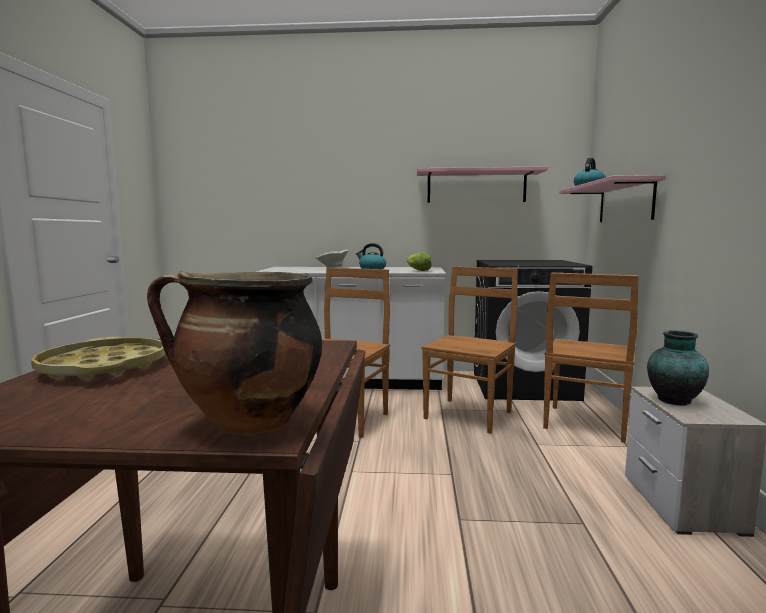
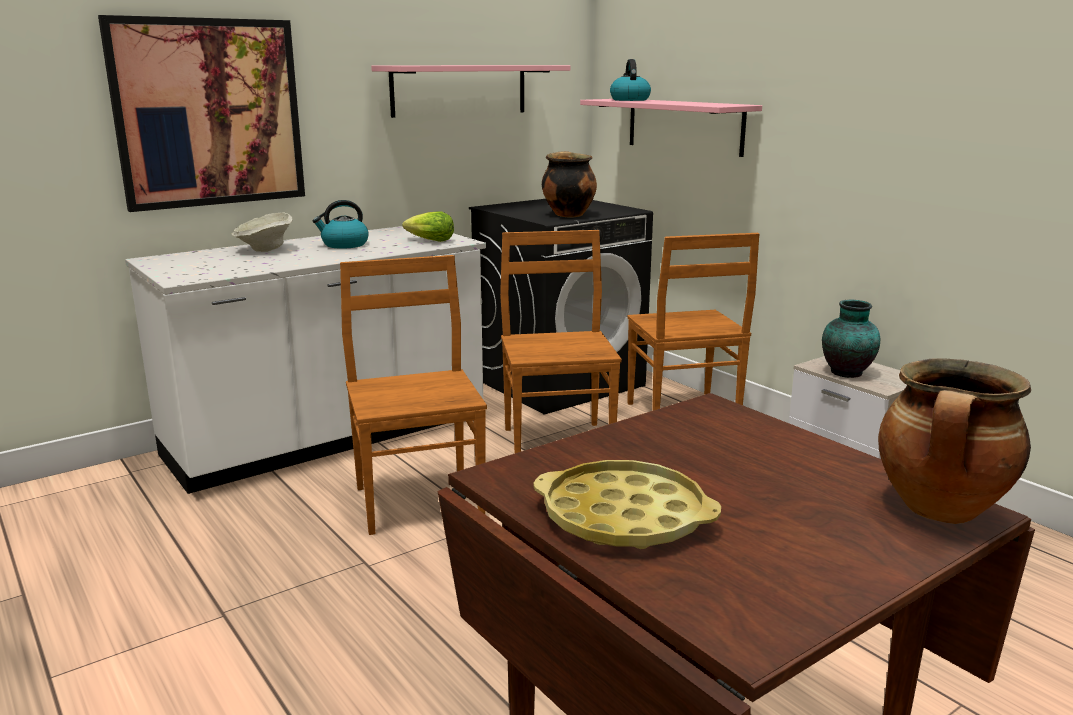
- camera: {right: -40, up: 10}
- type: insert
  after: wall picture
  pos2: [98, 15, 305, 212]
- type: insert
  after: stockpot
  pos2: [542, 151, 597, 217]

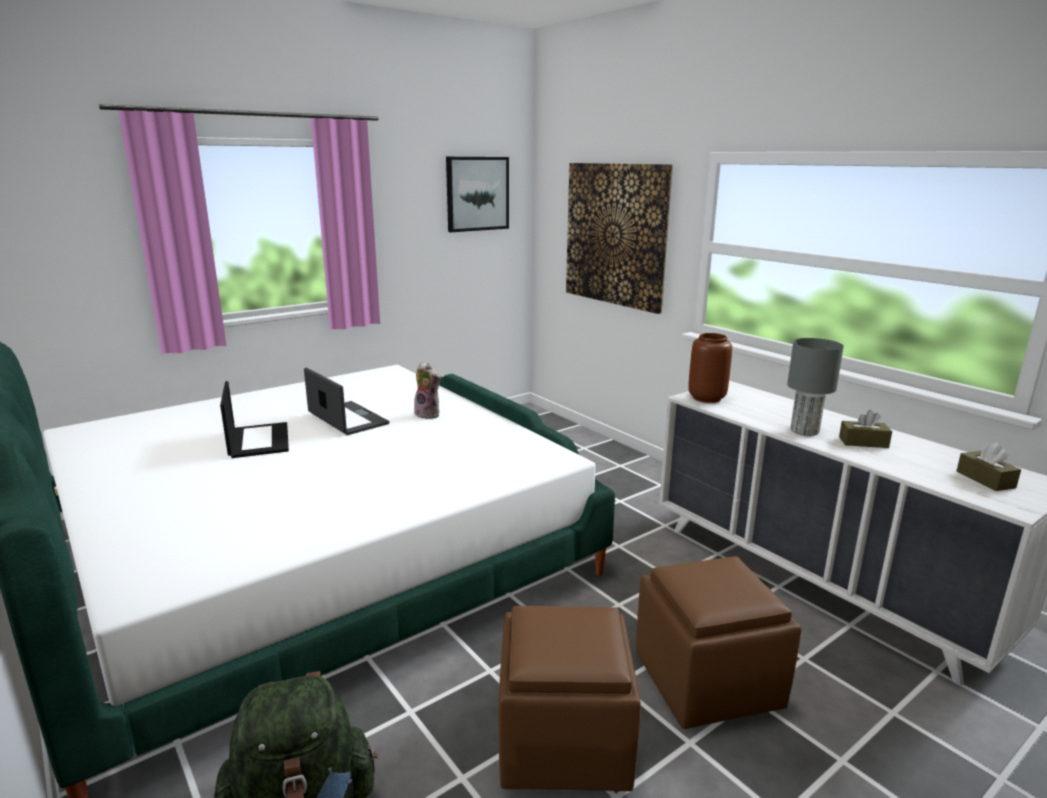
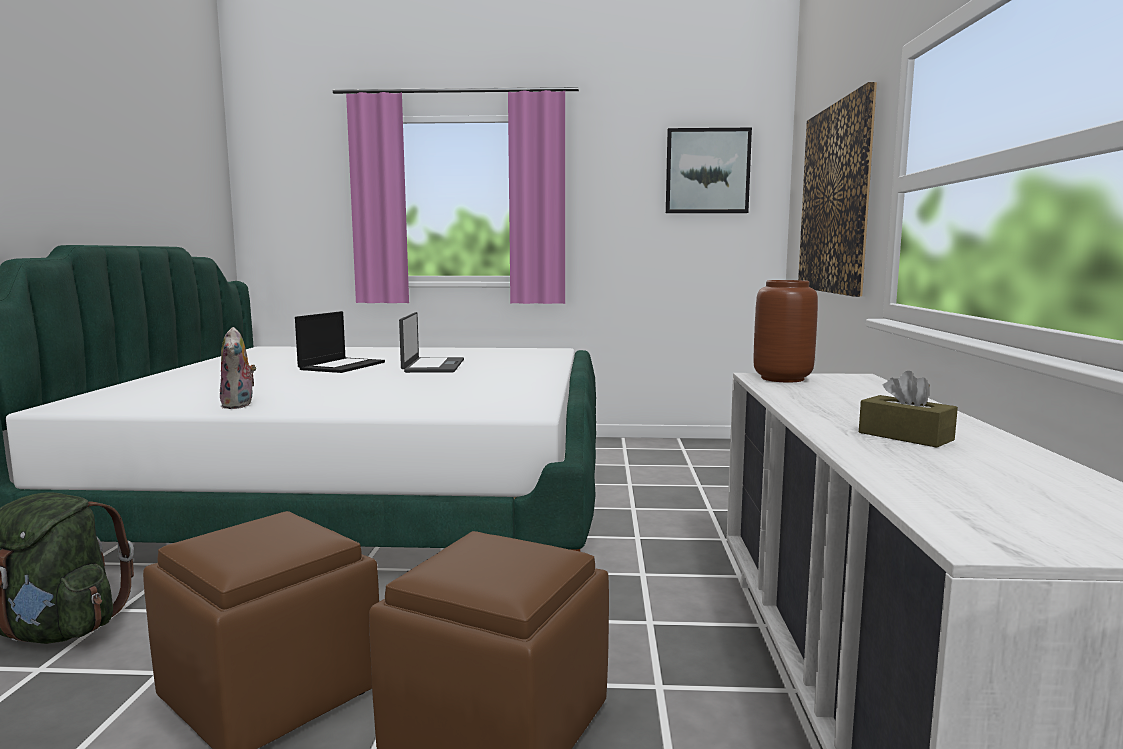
- camera: {right: 40, up: -10}
- type: delete
  before: tabletop lamp (gray)
  pos1: [787, 338, 844, 436]
- type: move
  before: plush toy
  pos1: [413, 362, 442, 419]
  pos2: [220, 327, 256, 409]
- type: delete
  before: tissue holder (brownish)
  pos1: [957, 442, 1021, 491]

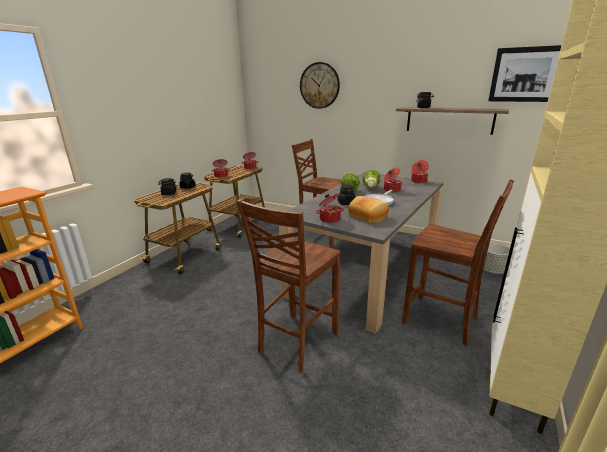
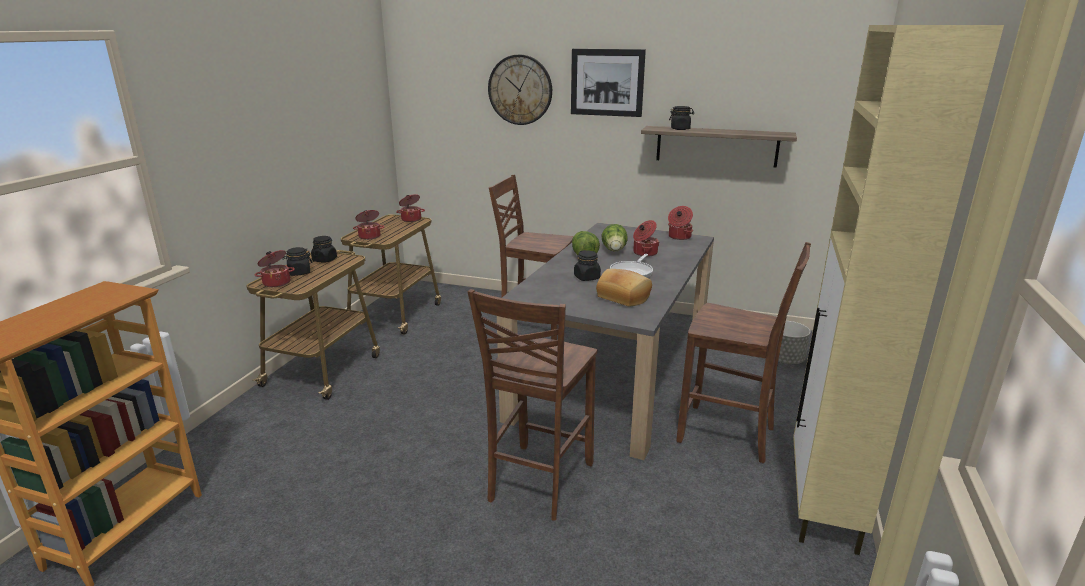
- camera: {right: -10, up: 0}
- type: move
  before: wall picture
  pos1: [488, 45, 561, 102]
  pos2: [571, 49, 646, 117]
- type: move
  before: stockpot
  pos1: [316, 193, 344, 223]
  pos2: [255, 250, 295, 287]

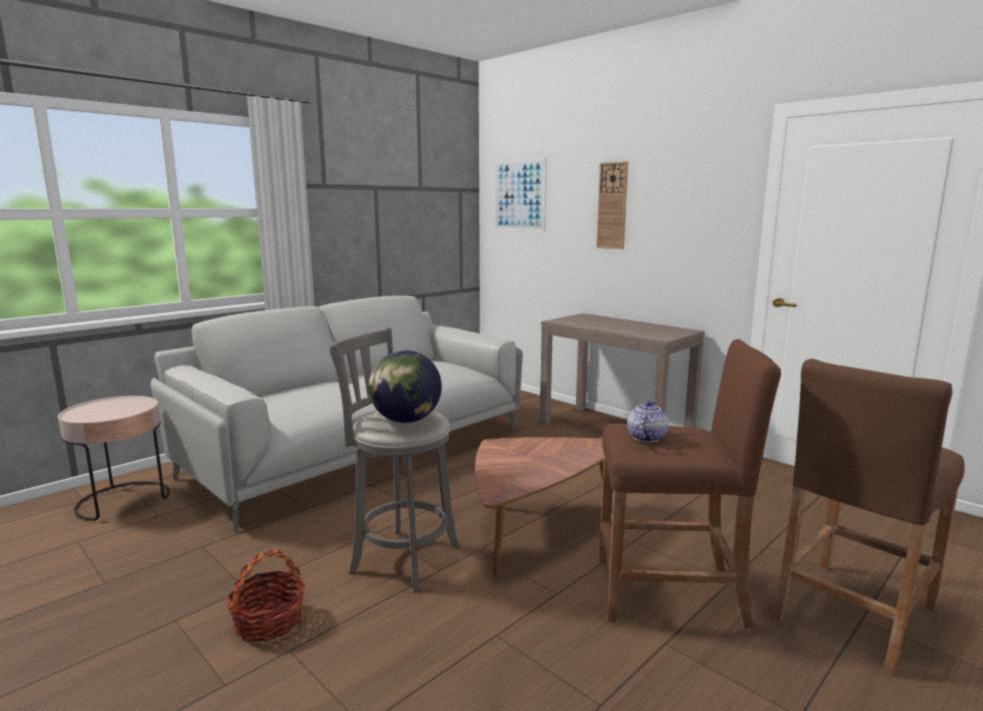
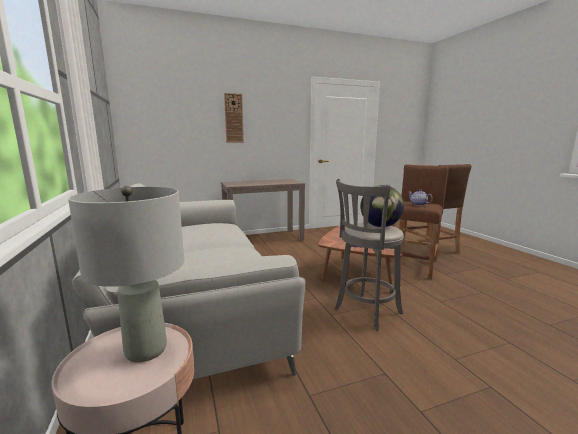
- camera: {right: -65, up: 0}
- type: delete
  before: wall picture
  pos1: [494, 158, 547, 231]
- type: delete
  before: storage basket
  pos1: [226, 549, 305, 641]
- type: insert
  after: tabletop lamp (gray)
  pos2: [68, 186, 184, 363]

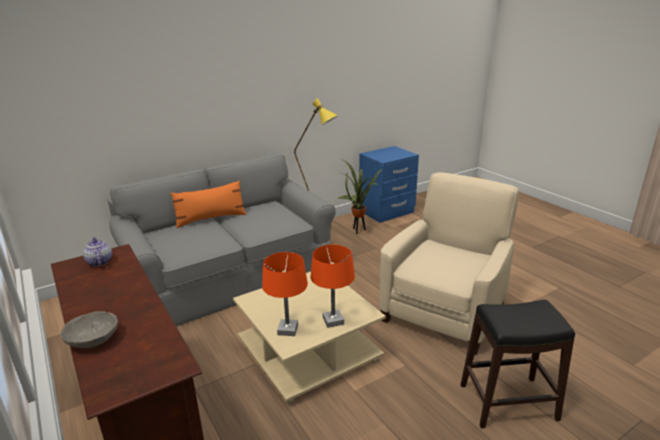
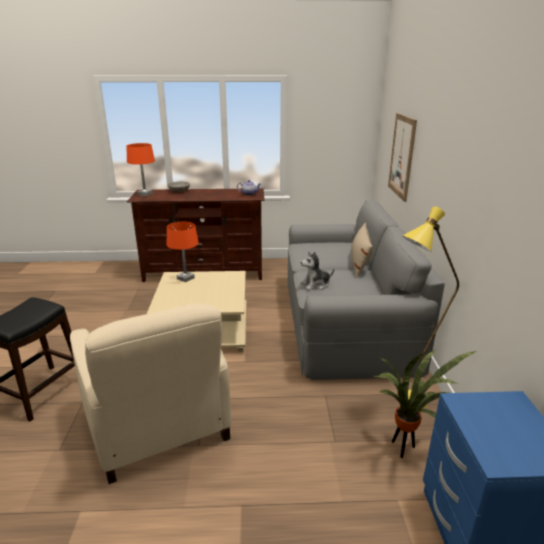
- camera: {right: 120, up: 0}
- type: recolor
  before: cushion (orange)
  after: cushion (beige-coloured)
  pos1: [170, 181, 247, 228]
  pos2: [351, 223, 373, 278]
- type: move
  before: tabletop lamp (orange)
  pos1: [311, 245, 355, 328]
  pos2: [127, 143, 155, 196]
- type: insert
  after: wall picture
  pos2: [388, 113, 417, 202]
- type: insert
  after: plush toy
  pos2: [301, 251, 334, 290]

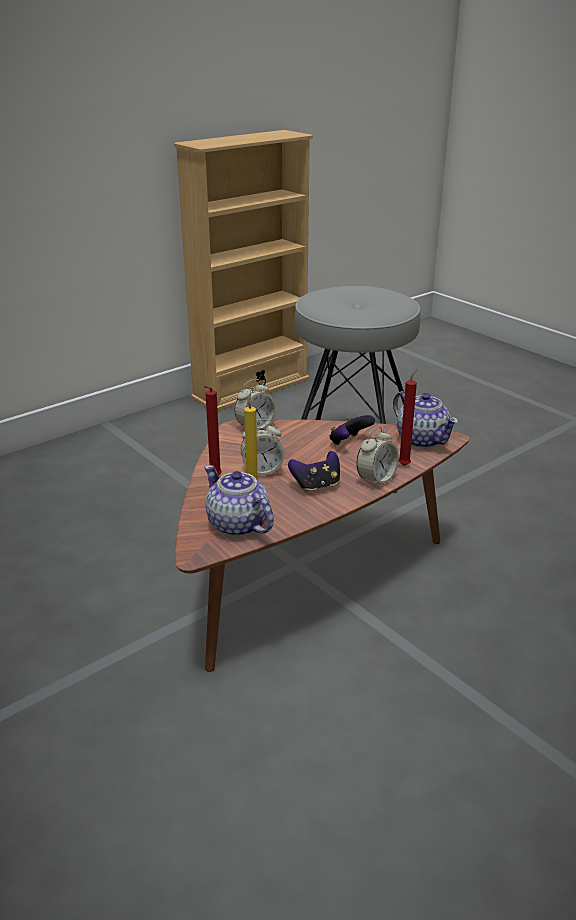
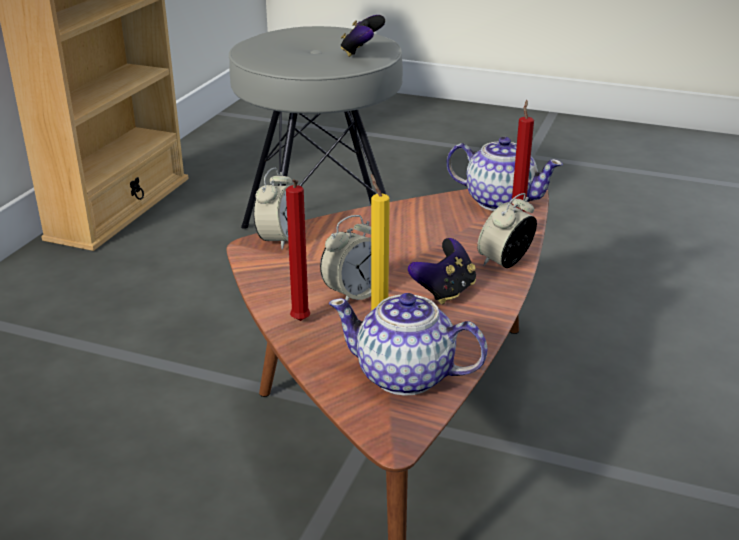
- camera: {right: -30, up: 0}
- type: move
  before: gamepad
  pos1: [330, 415, 375, 445]
  pos2: [341, 15, 385, 57]
- type: rotate
  before: bedside clock
  pos1: [356, 427, 399, 488]
  pos2: [477, 193, 537, 268]
  turn: -150

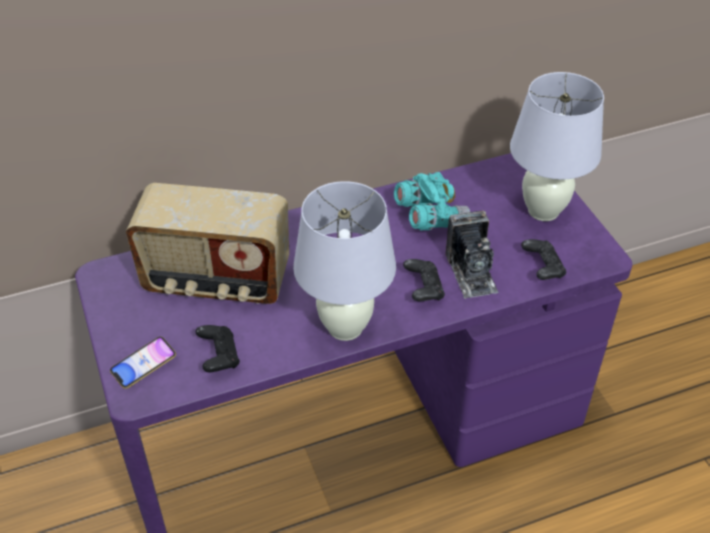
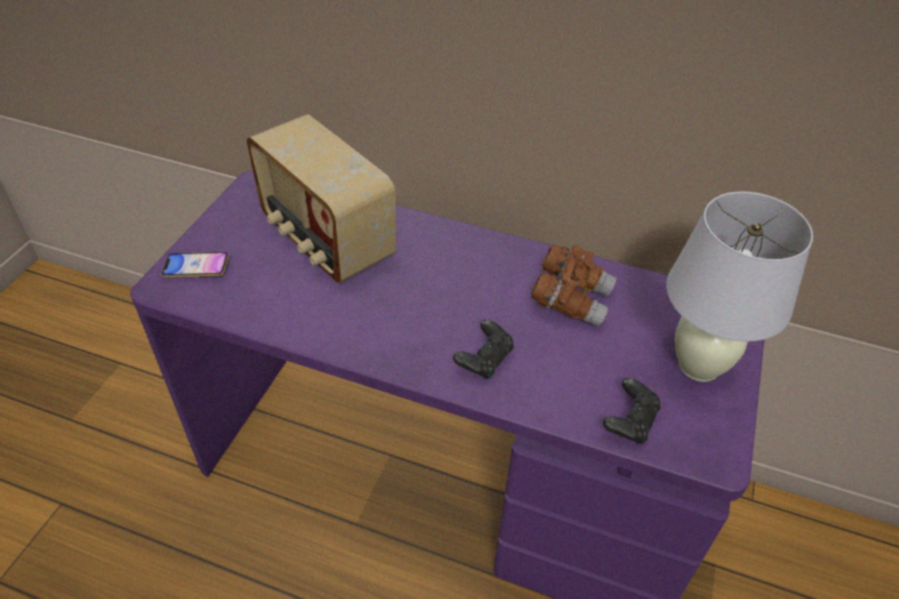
- camera: {right: 40, up: 0}
- type: recolor
  before: field glasses (blue-green)
  after: field glasses (brownish)
  pos1: [394, 172, 470, 230]
  pos2: [531, 244, 617, 327]
- type: delete
  before: tabletop lamp (white)
  pos1: [293, 181, 396, 341]
- type: delete
  before: still camera
  pos1: [445, 210, 499, 299]
- type: delete
  before: gamepad (blackish)
  pos1: [196, 325, 240, 372]

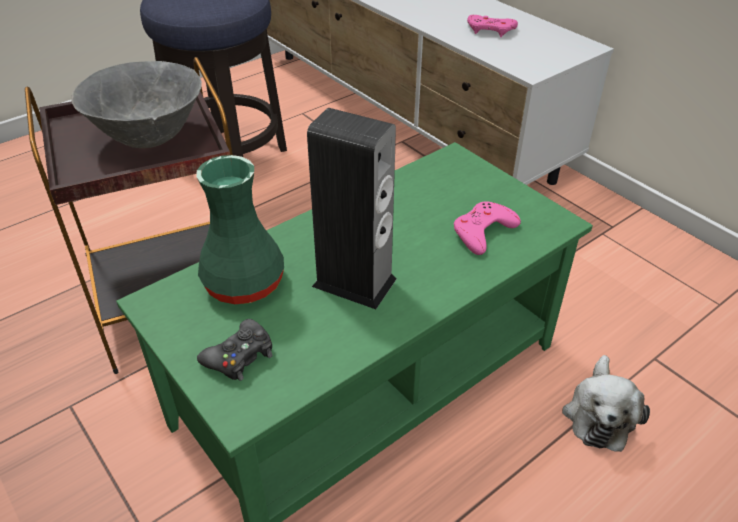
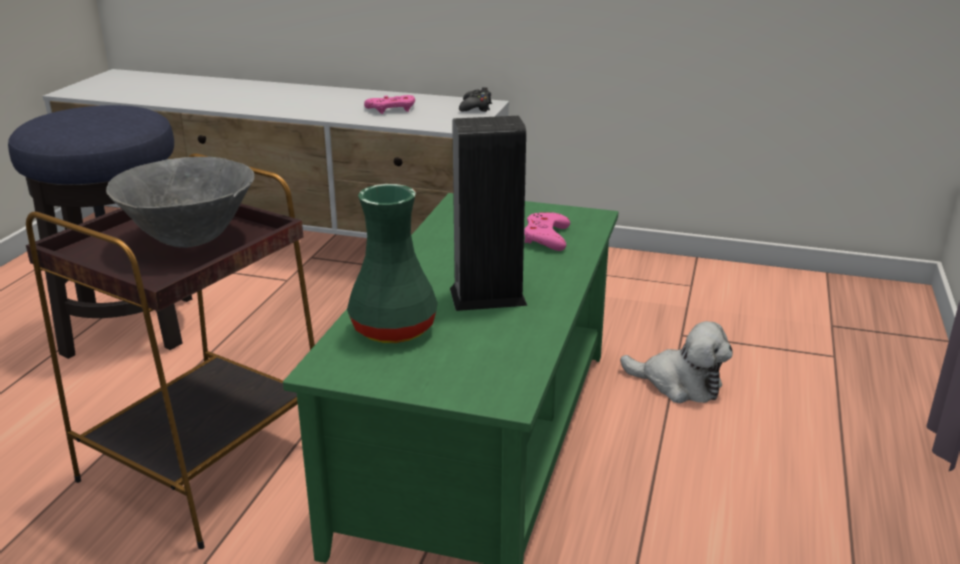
- camera: {right: -35, up: -15}
- type: move
  before: gamepad (blackish)
  pos1: [197, 319, 273, 381]
  pos2: [459, 87, 492, 112]
- type: rotate
  before: plush toy
  pos1: [562, 355, 650, 452]
  pos2: [620, 321, 733, 403]
  turn: -45

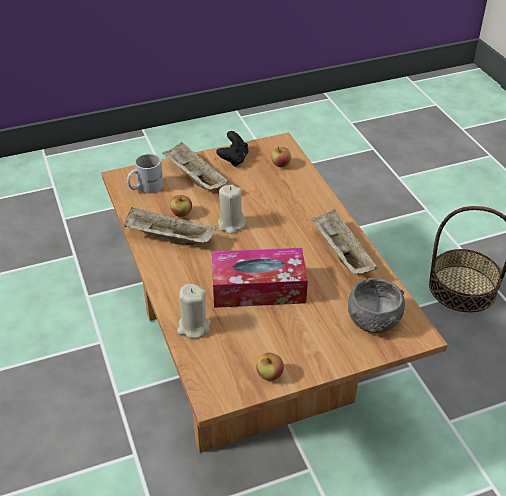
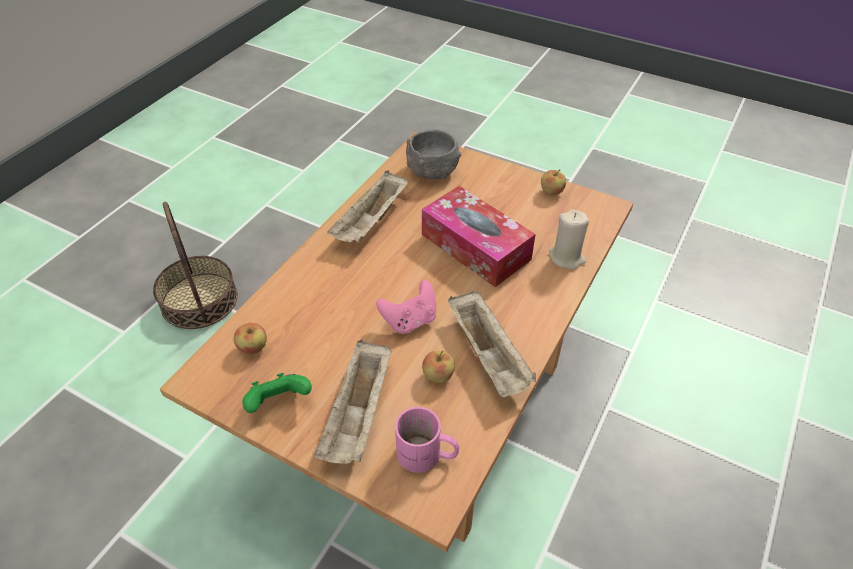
- camera: {right: -130, up: 5}
- type: recolor
  before: gamepad (blackish)
  after: gamepad (green)
  pos1: [216, 131, 248, 167]
  pos2: [242, 373, 312, 413]
- type: recolor
  before: coffee mug (white)
  after: coffee mug (pink)
  pos1: [127, 154, 163, 193]
  pos2: [395, 407, 459, 473]
- type: replace
  before: wax light (beige-coloured)
  after: gamepad (pink)
  pos1: [218, 185, 246, 234]
  pos2: [376, 280, 436, 334]

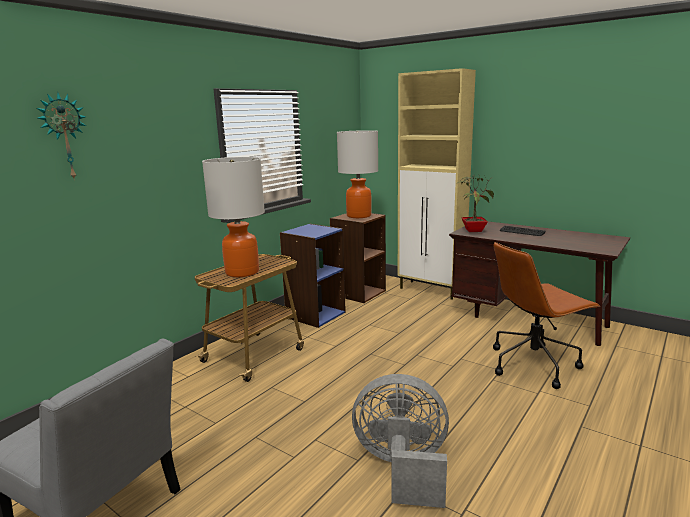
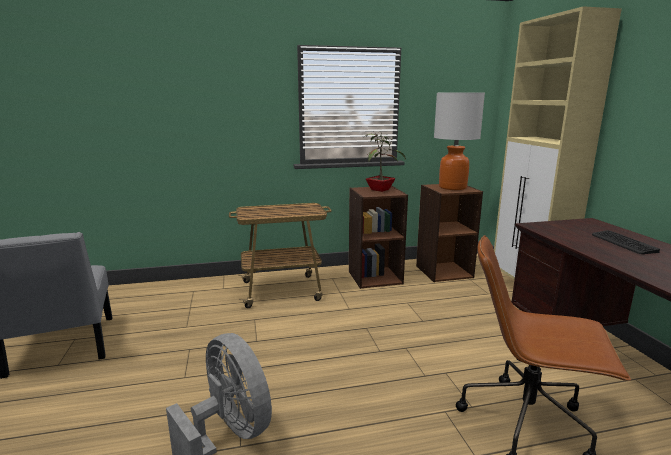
- camera: {right: 40, up: 0}
- type: delete
  before: hanging clock
  pos1: [37, 92, 86, 180]
- type: delete
  before: tabletop lamp
  pos1: [202, 157, 265, 277]
- type: move
  before: potted plant
  pos1: [458, 173, 494, 232]
  pos2: [364, 131, 406, 192]
- type: recolor
  before: bookshelf (blue-coloured)
  after: bookshelf (brownish)
  pos1: [280, 224, 346, 328]
  pos2: [349, 186, 408, 289]

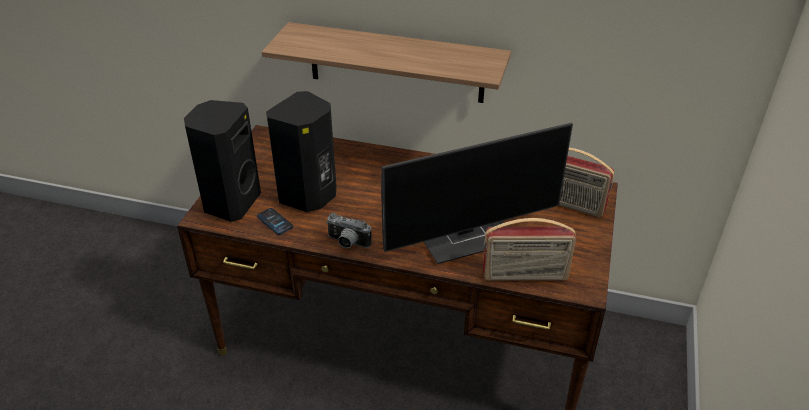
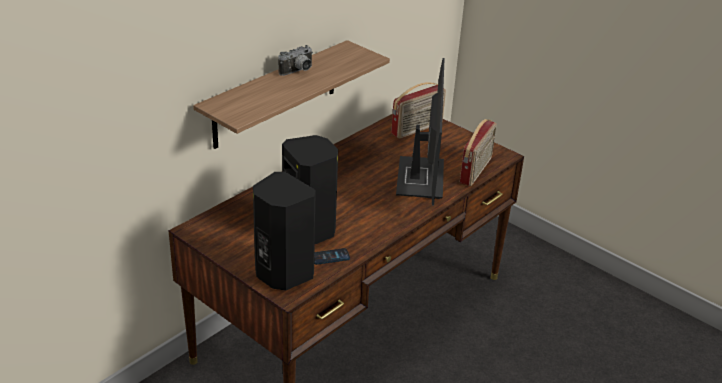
- camera: {right: -65, up: -5}
- type: move
  before: still camera
  pos1: [326, 213, 371, 248]
  pos2: [278, 45, 312, 76]

